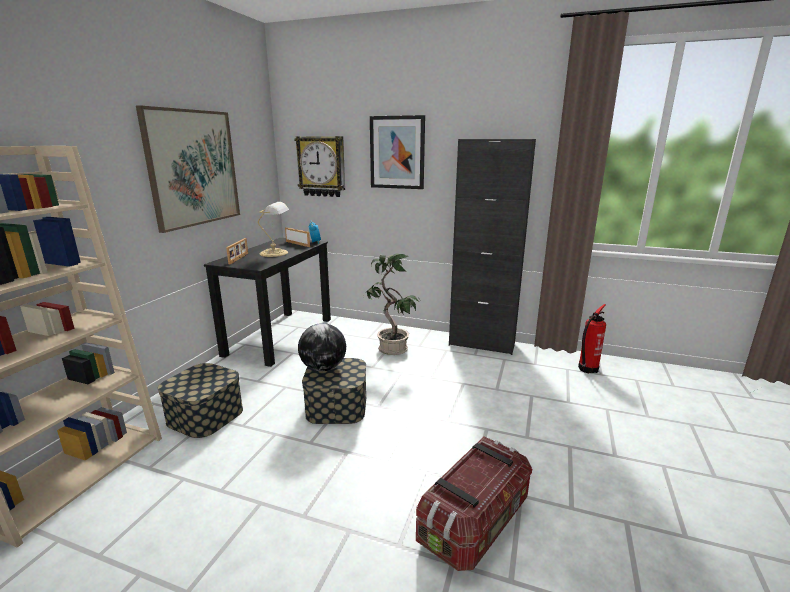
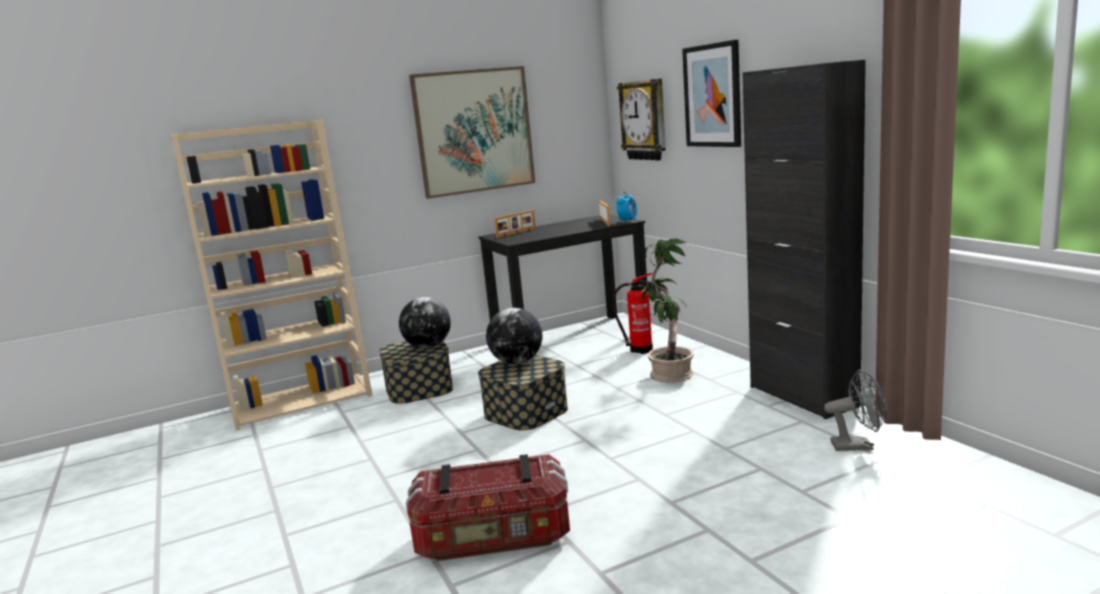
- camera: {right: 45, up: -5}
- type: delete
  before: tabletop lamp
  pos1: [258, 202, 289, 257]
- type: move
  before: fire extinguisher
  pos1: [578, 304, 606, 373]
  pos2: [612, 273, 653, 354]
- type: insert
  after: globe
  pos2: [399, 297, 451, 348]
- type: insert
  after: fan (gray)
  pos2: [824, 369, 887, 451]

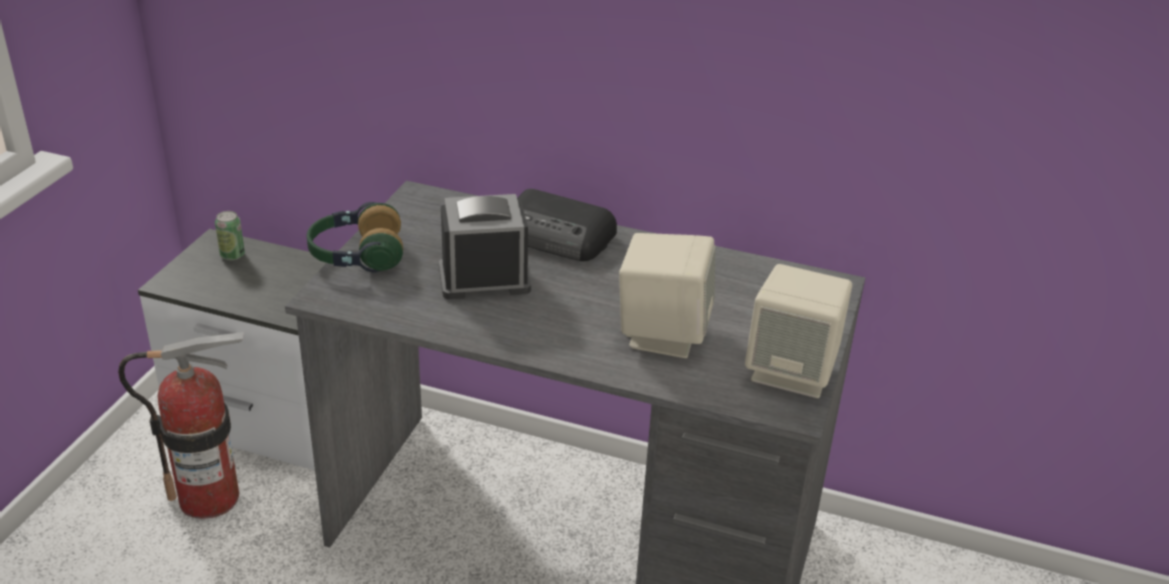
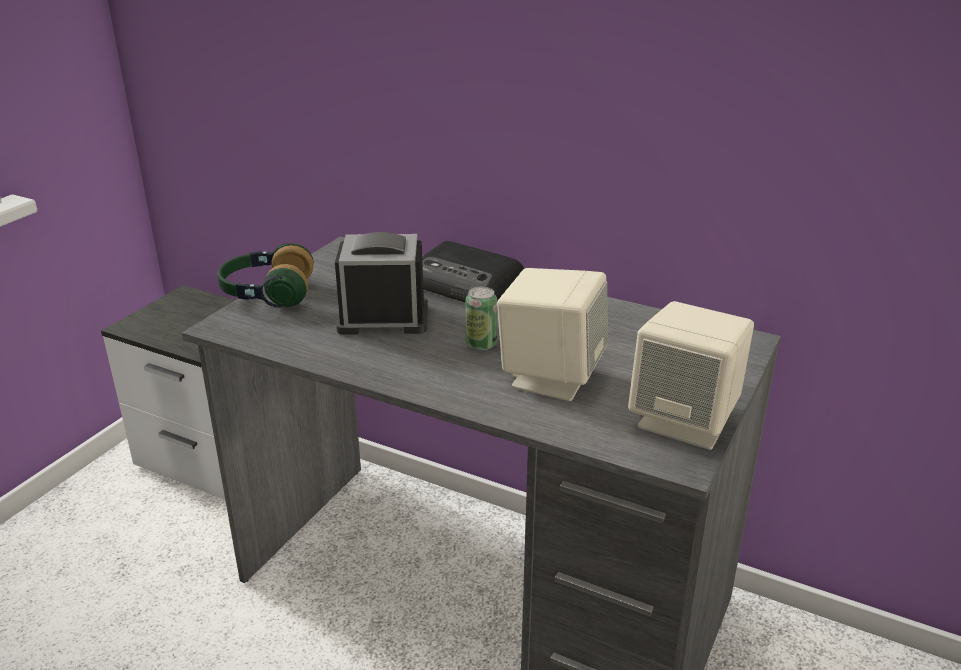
- camera: {right: 10, up: -5}
- type: move
  before: can
  pos1: [215, 211, 245, 260]
  pos2: [465, 287, 497, 350]
- type: delete
  before: fire extinguisher
  pos1: [118, 332, 244, 519]

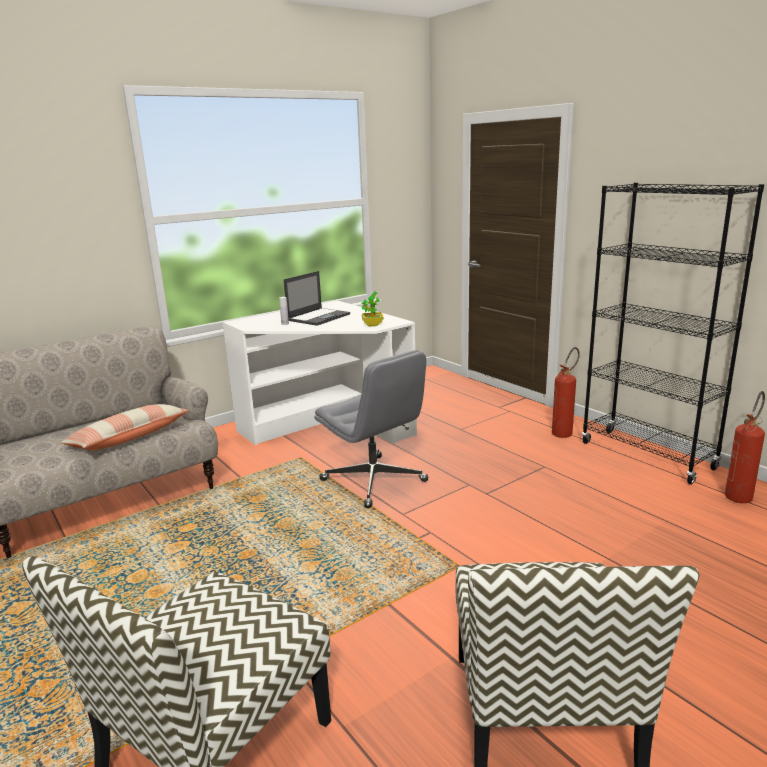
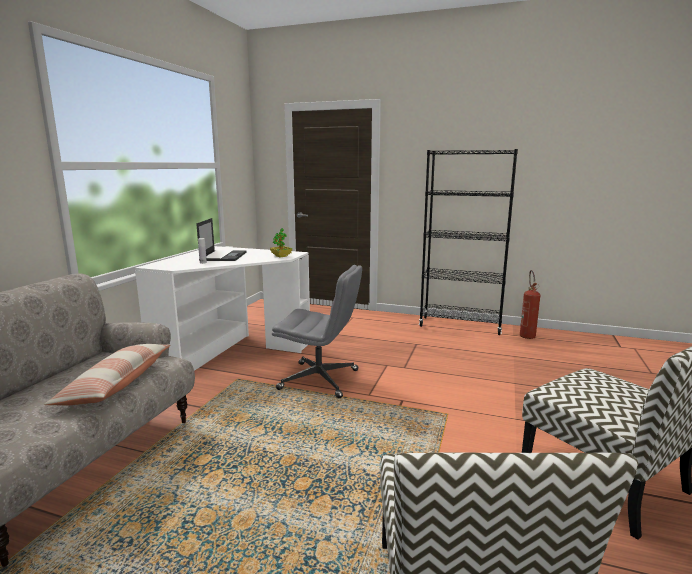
- camera: {right: -35, up: -5}
- type: delete
  before: fire extinguisher
  pos1: [552, 347, 580, 438]

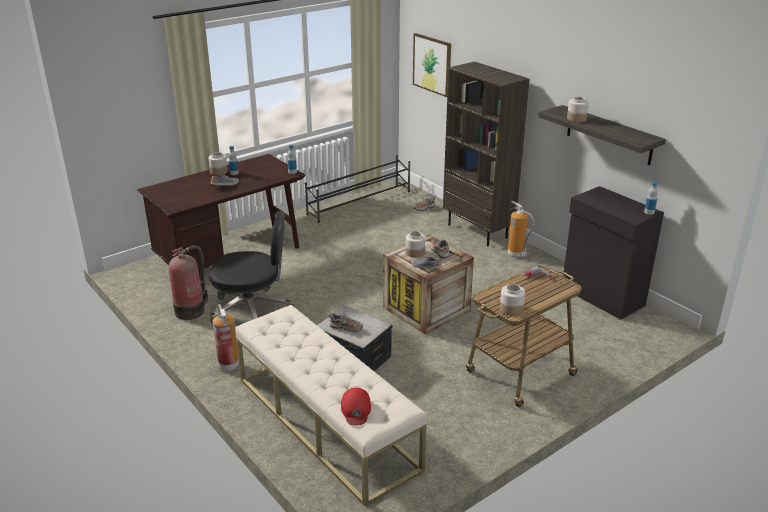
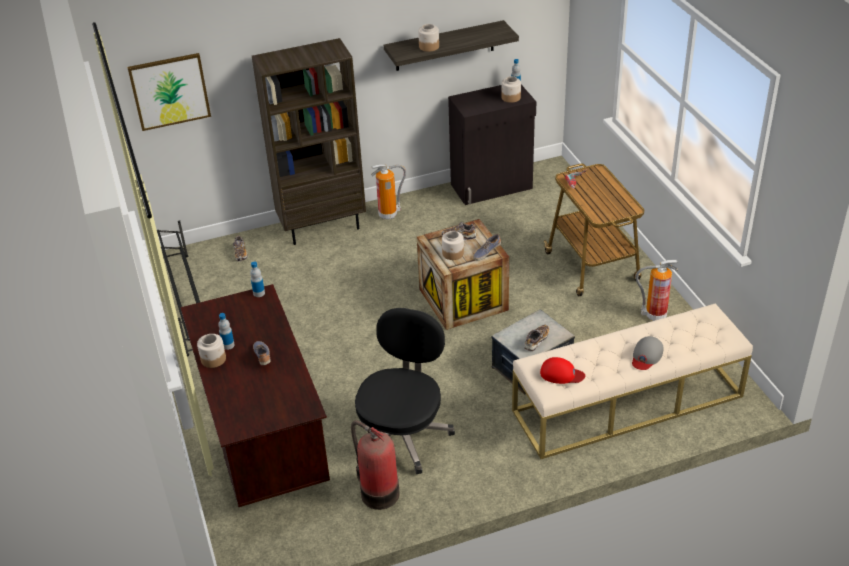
- camera: {right: -70, up: 10}
- type: move
  before: storage jar
  pos1: [500, 284, 525, 316]
  pos2: [501, 76, 521, 103]
- type: move
  before: fire extinguisher
  pos1: [213, 304, 239, 371]
  pos2: [635, 260, 678, 321]
- type: move
  before: cap (red)
  pos1: [341, 387, 371, 425]
  pos2: [540, 357, 585, 384]
- type: insert
  after: cap (gray)
  pos2: [632, 336, 664, 370]

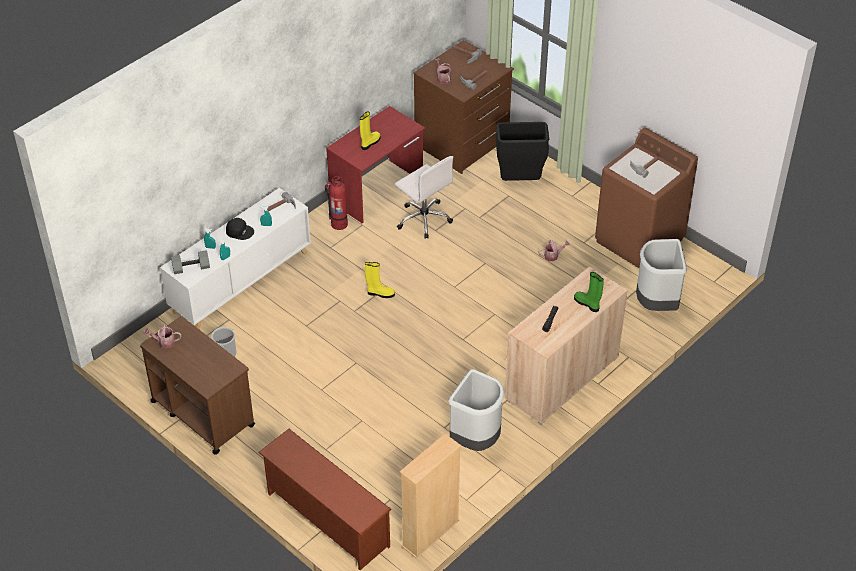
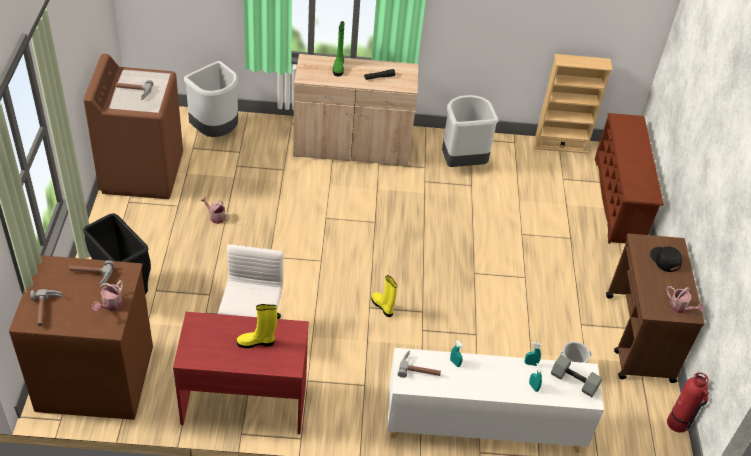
- camera: {right: -135, up: 0}
- type: move
  before: fire extinguisher
  pos1: [325, 176, 348, 230]
  pos2: [667, 373, 709, 433]
- type: move
  before: cap (blackish)
  pos1: [226, 218, 254, 240]
  pos2: [650, 246, 682, 272]

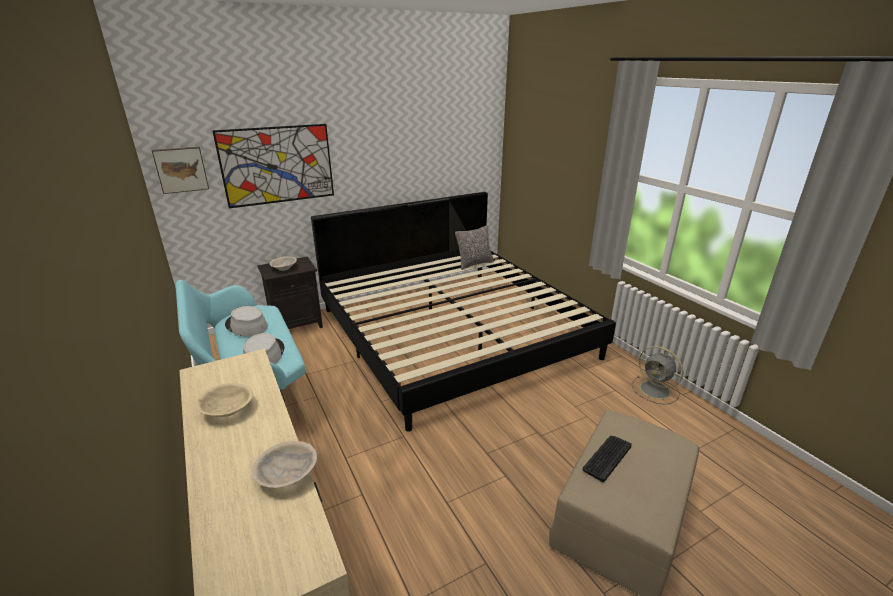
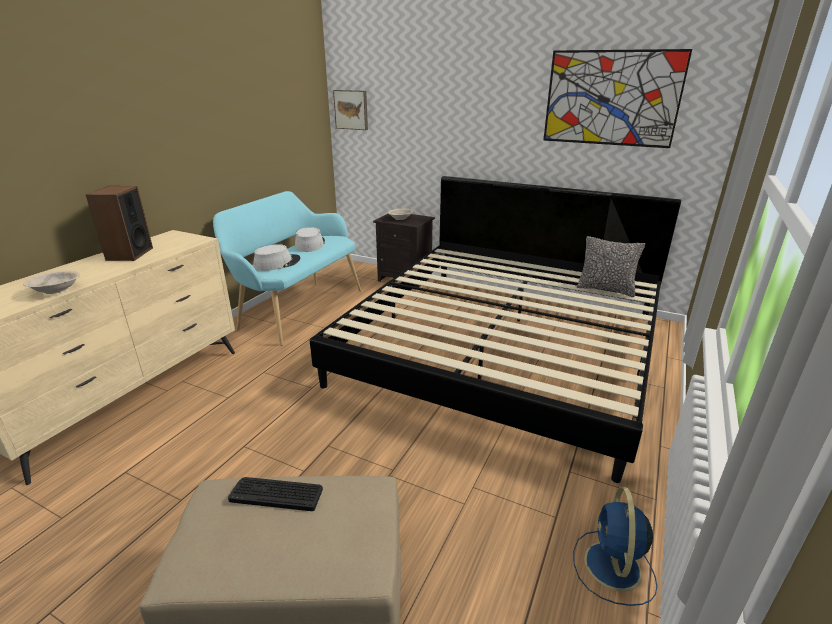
- camera: {right: 55, up: 0}
- type: move
  before: wall picture
  pos1: [212, 124, 334, 208]
  pos2: [543, 49, 692, 148]
- type: recolor
  before: fan (gray)
  after: fan (blue-coloured)
  pos1: [632, 346, 683, 404]
  pos2: [573, 487, 658, 606]
- type: replace
  before: deep dish (beige-coloured)
  after: speaker
  pos1: [195, 383, 253, 417]
  pos2: [86, 186, 153, 261]

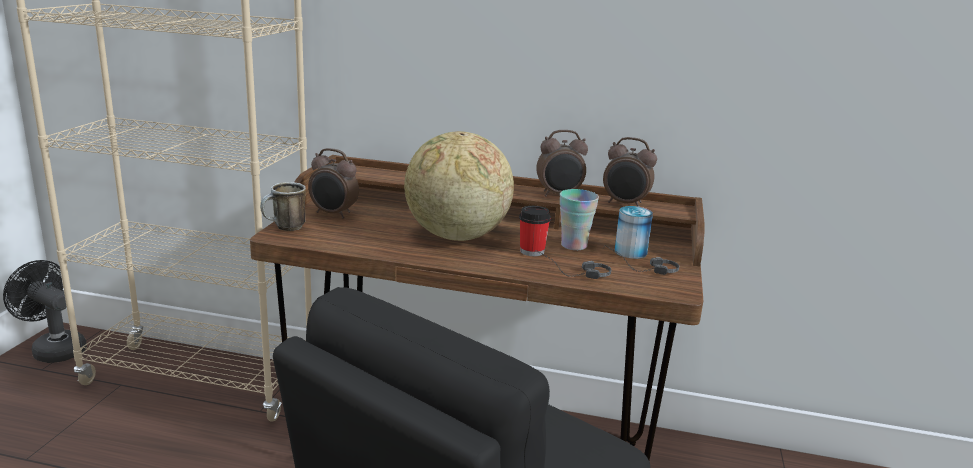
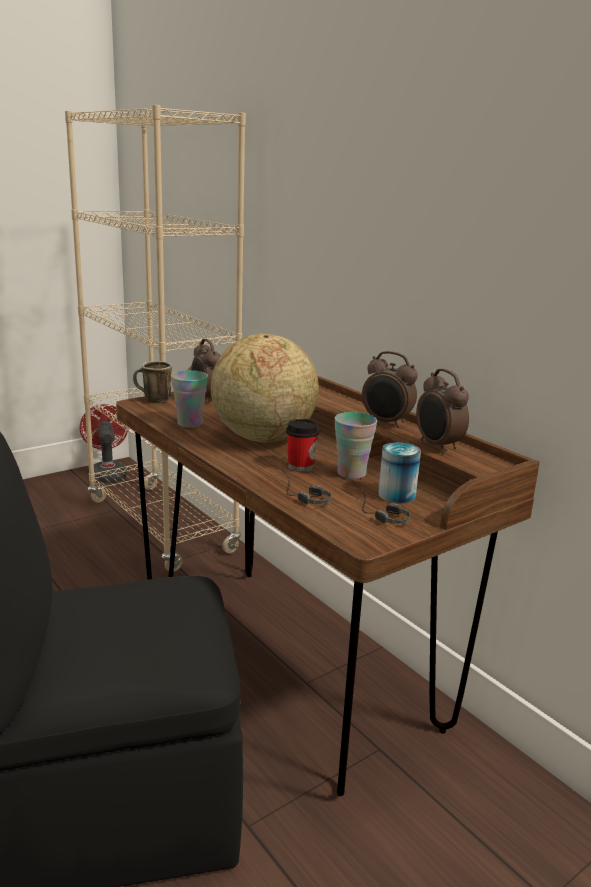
- camera: {right: 40, up: 0}
- type: recolor
  before: fan (blackish)
  after: fan (red)
  pos1: [3, 260, 87, 363]
  pos2: [80, 404, 128, 483]
- type: insert
  after: drinking cup
  pos2: [171, 370, 208, 428]

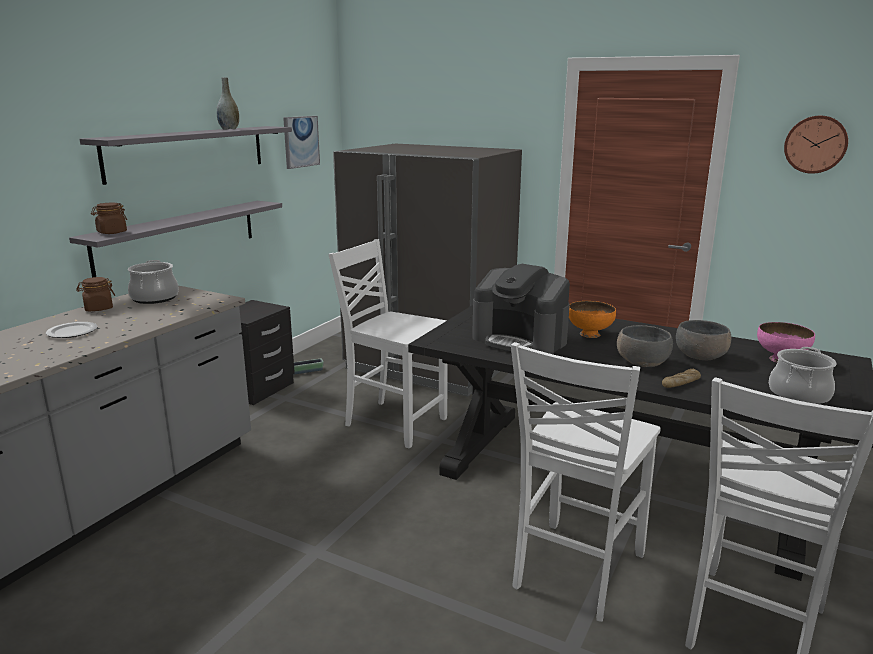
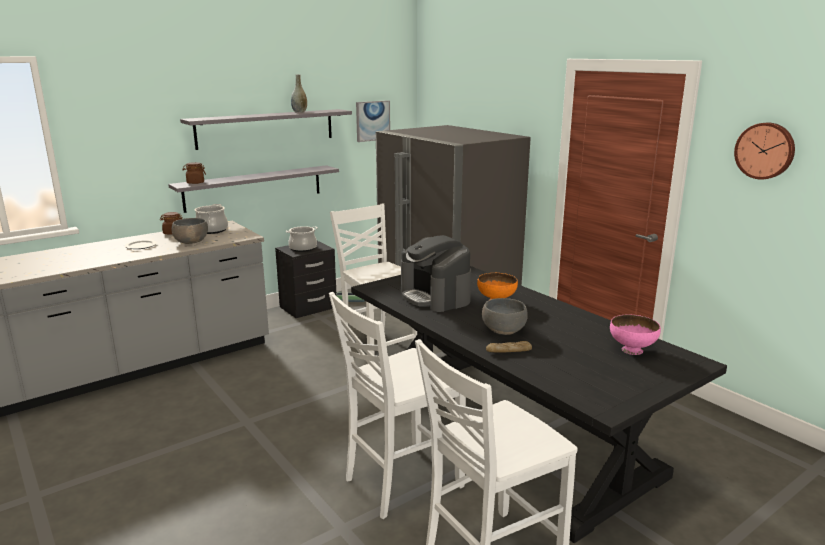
- camera: {right: 25, up: 0}
- type: move
  before: deep dish (gray)
  pos1: [676, 320, 731, 360]
  pos2: [172, 218, 208, 244]
- type: move
  before: stockpot
  pos1: [769, 347, 836, 405]
  pos2: [286, 226, 318, 252]

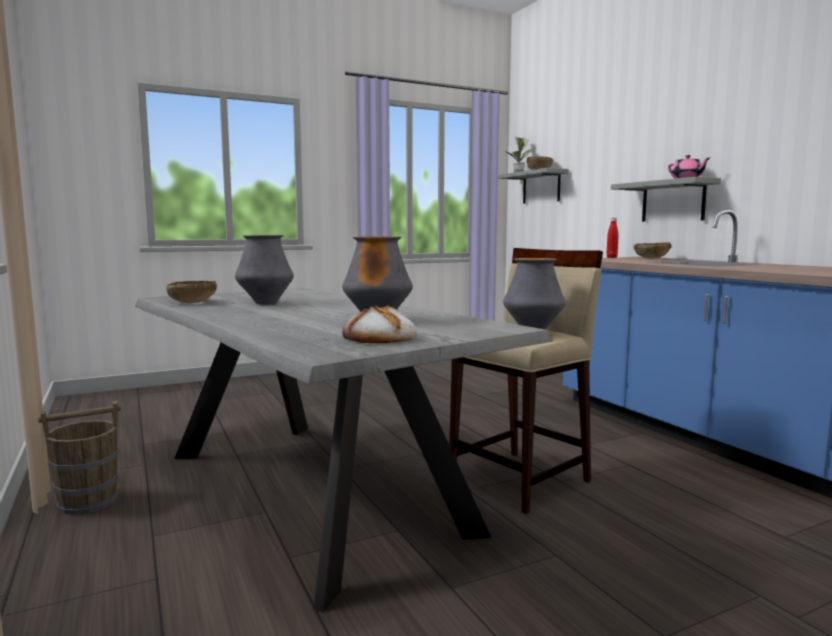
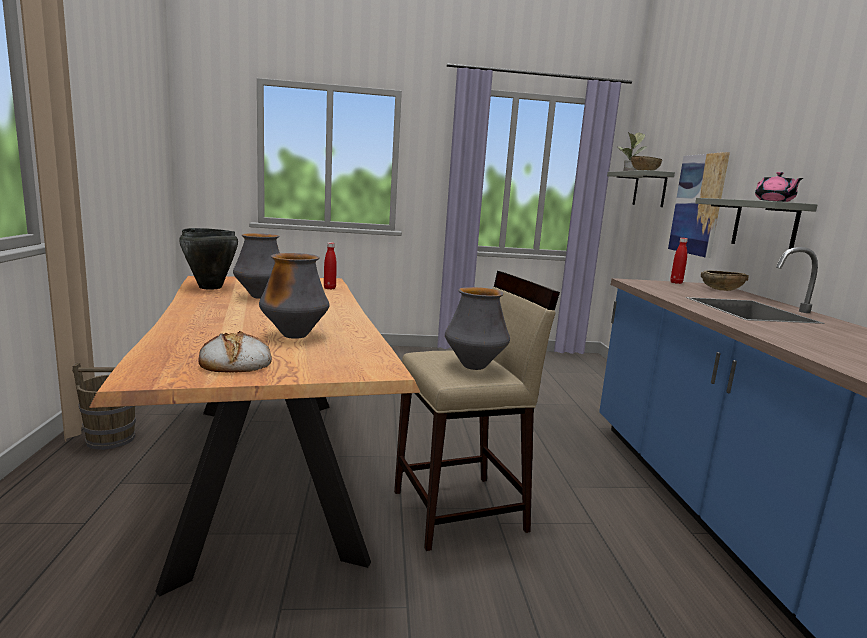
- camera: {right: 20, up: 5}
- type: replace
  before: deep dish (brownish)
  after: stockpot (blackish)
  pos1: [167, 281, 217, 303]
  pos2: [179, 228, 238, 290]
- type: recolor
  before: dinner table (gray)
  after: dinner table (brownish)
  pos1: [135, 288, 553, 612]
  pos2: [89, 276, 420, 597]
- type: insert
  after: wall picture
  pos2: [668, 152, 730, 258]
- type: insert
  after: beverage bottle (red)
  pos2: [324, 242, 337, 289]

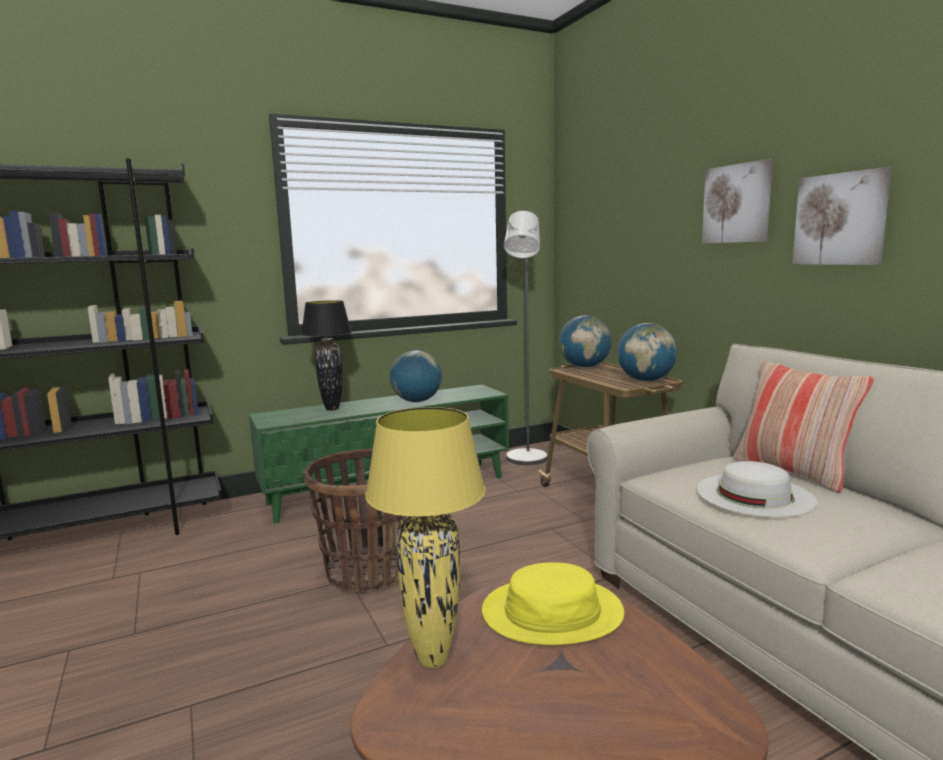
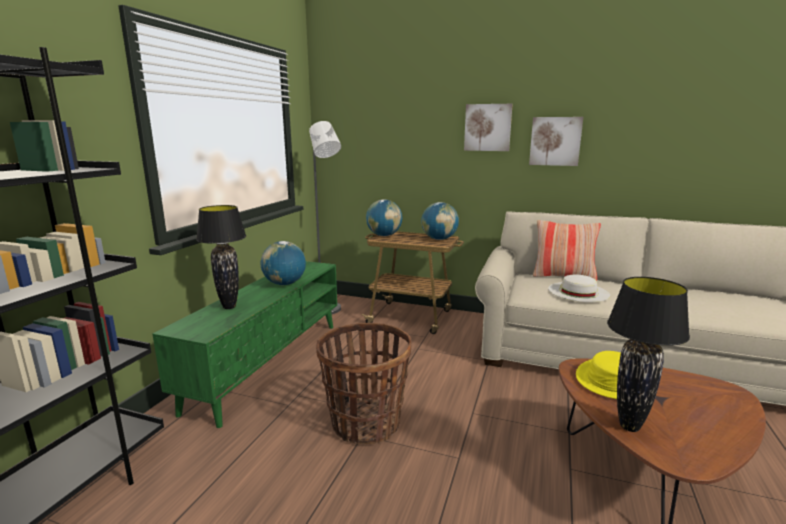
- camera: {right: -45, up: 5}
- type: recolor
  before: tabletop lamp (yellow)
  after: tabletop lamp (blackish)
  pos1: [365, 407, 486, 668]
  pos2: [607, 277, 690, 432]

